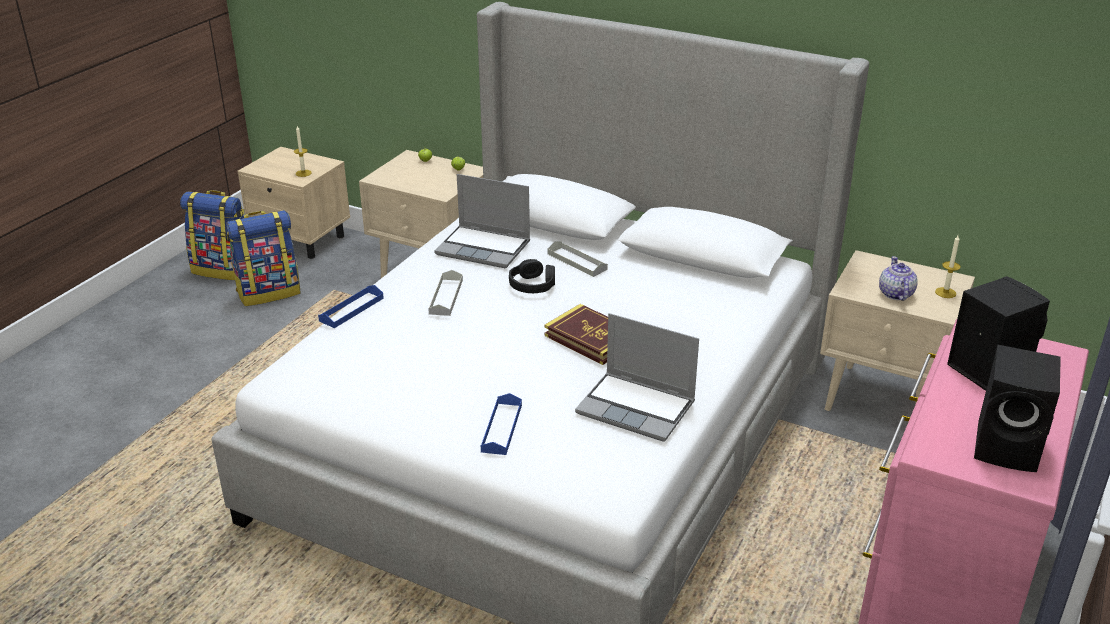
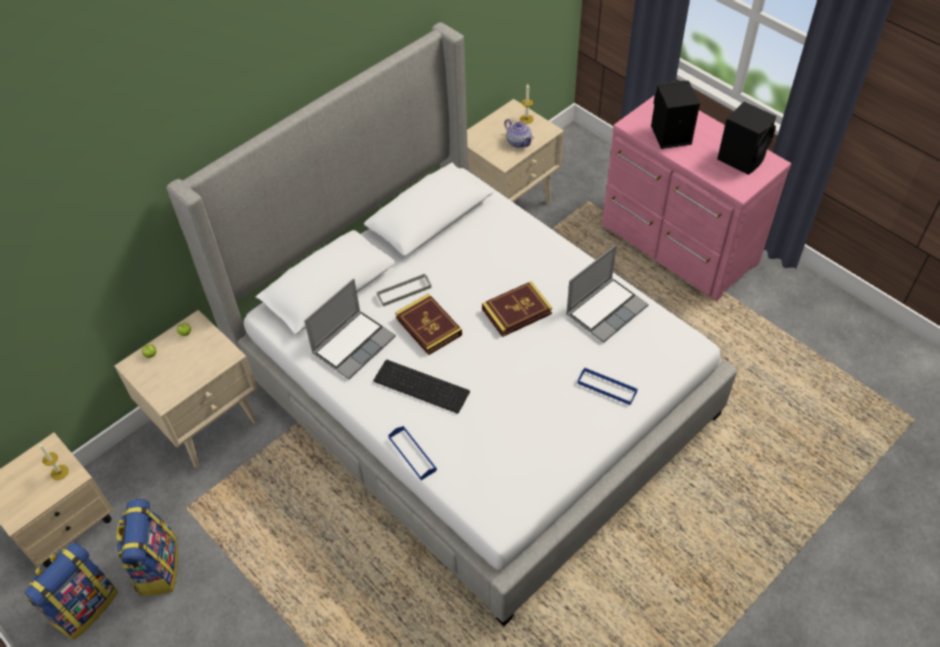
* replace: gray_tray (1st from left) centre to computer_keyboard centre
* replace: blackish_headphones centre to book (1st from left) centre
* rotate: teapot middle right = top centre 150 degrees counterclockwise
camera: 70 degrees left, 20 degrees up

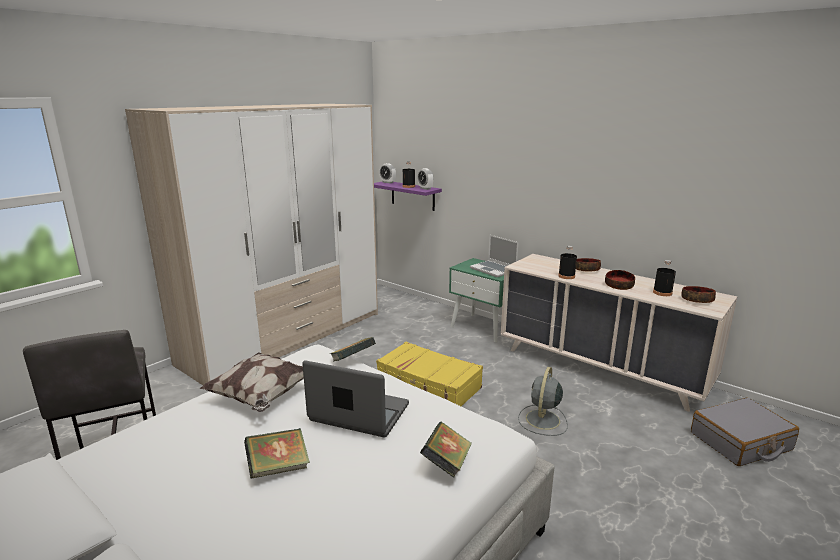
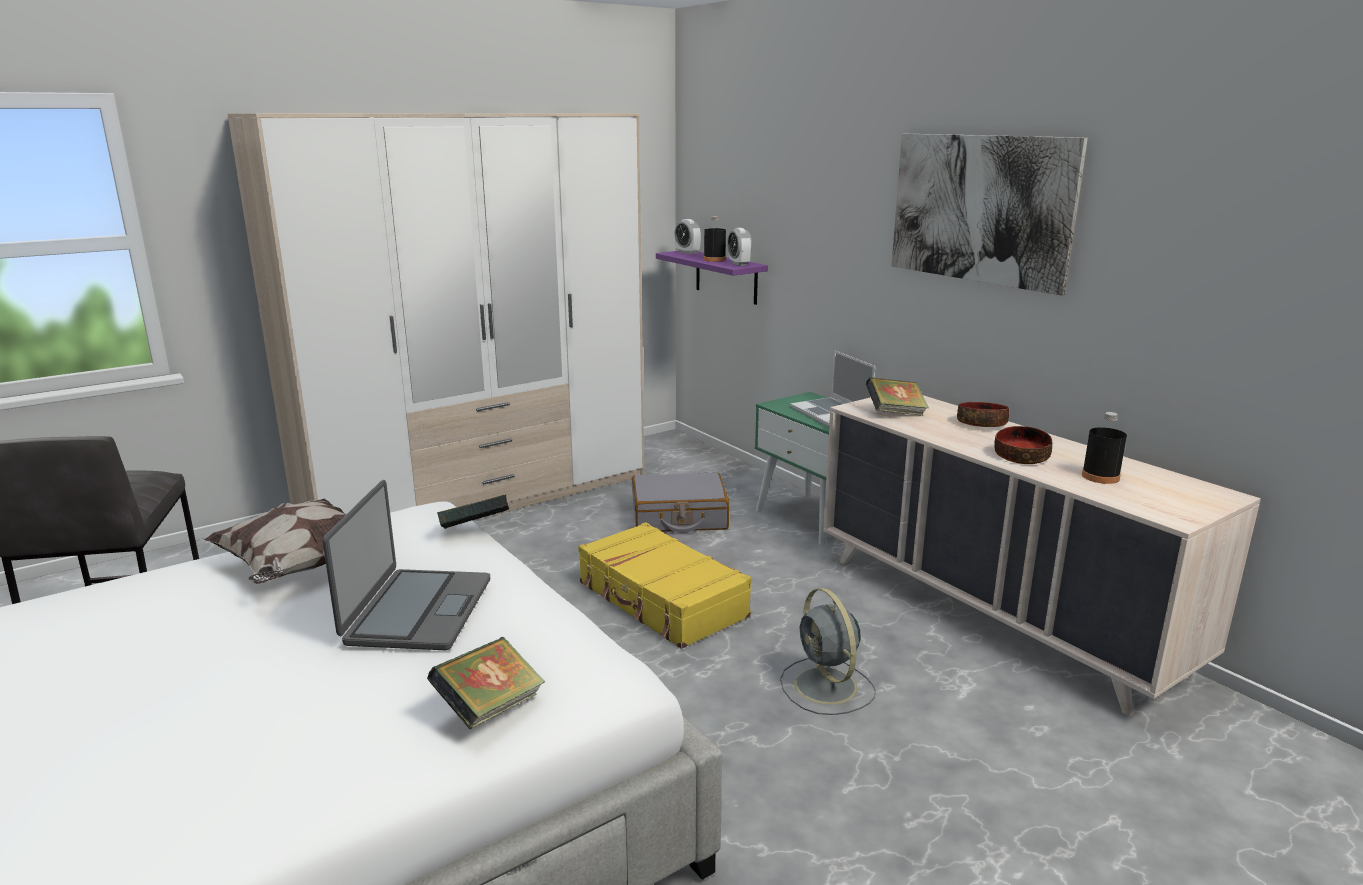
* move: book (1st from left in the first image) bottom left to book (3rd from left) centre
* rotate: notebook_computer (1st from left) bottom centre = middle left 60 degrees clockwise
* rotate: gray_fan bottom centre = bottom centre 60 degrees counterclockwise
* delete: blackish_drink_bottle (2nd from left) middle right
* delete: deep_dish (3rd from left) middle right
* move: gray_travel_case bottom right to centre
* insert: wall_art top right
camera: 15 degrees right, 0 degrees up

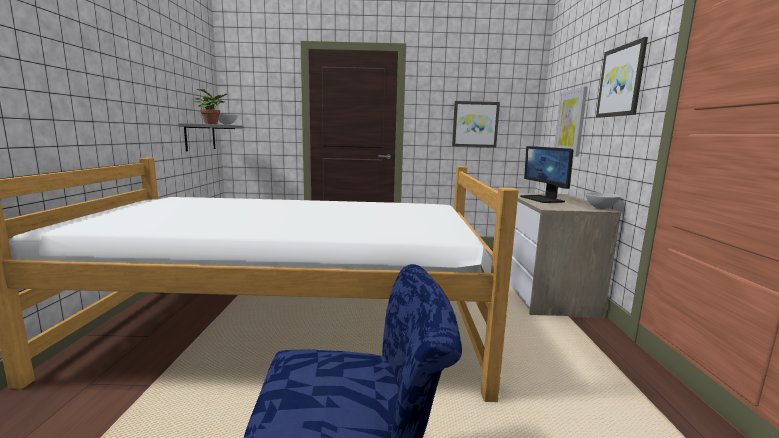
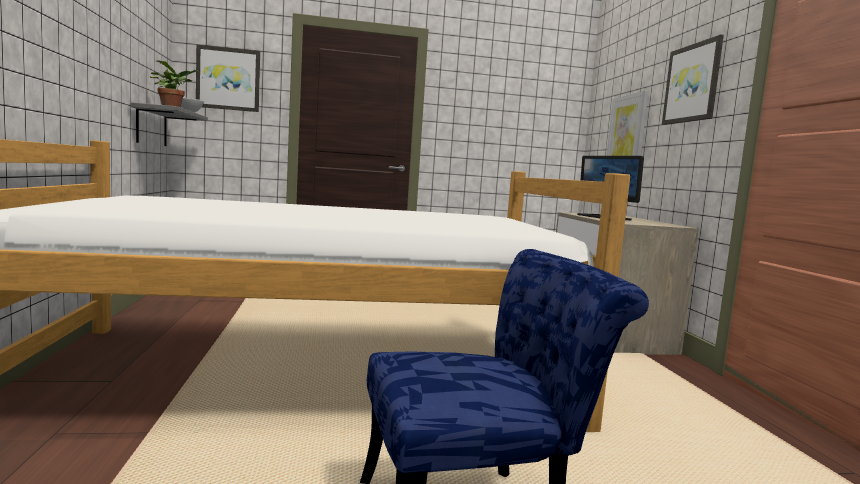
* move: wall_art (1st from left) top centre to top left
* delete: whitish_deep_dish (2nd from left) middle right
camera: 10 degrees left, 5 degrees down

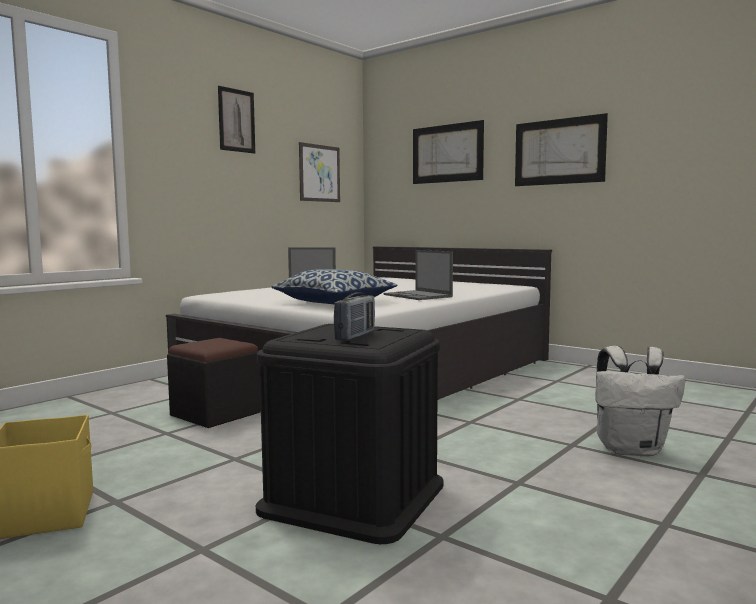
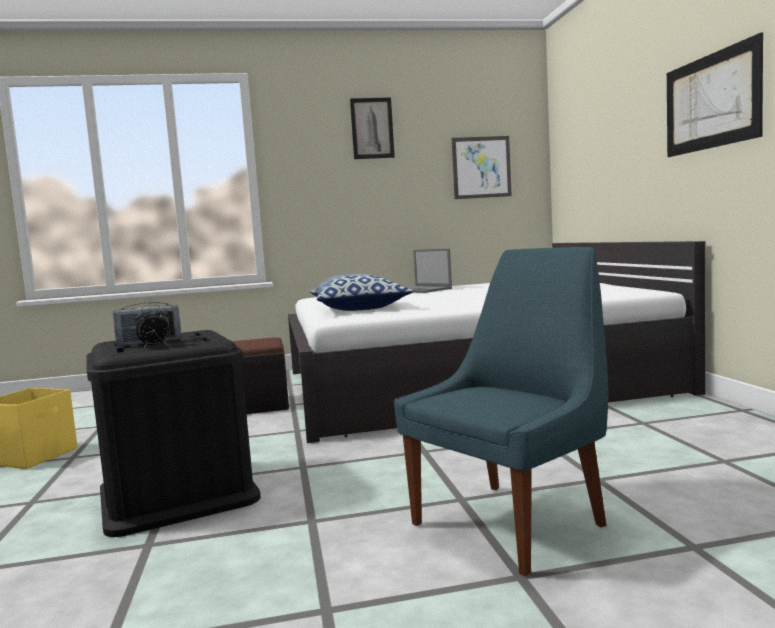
* delete: notebook_computer (2nd from left) centre
* delete: wall_art (3rd from left) top centre
* replace: whitish_knapsack middle right to bluish_chair centre
* insert: table_clock middle left
camera: 40 degrees right, 0 degrees up

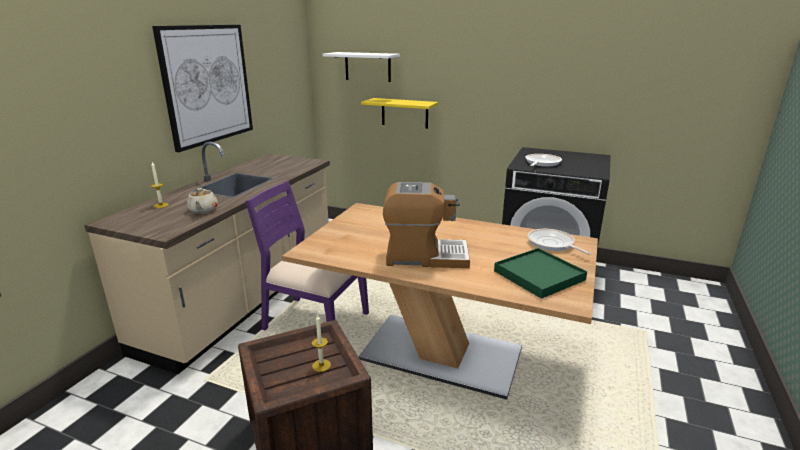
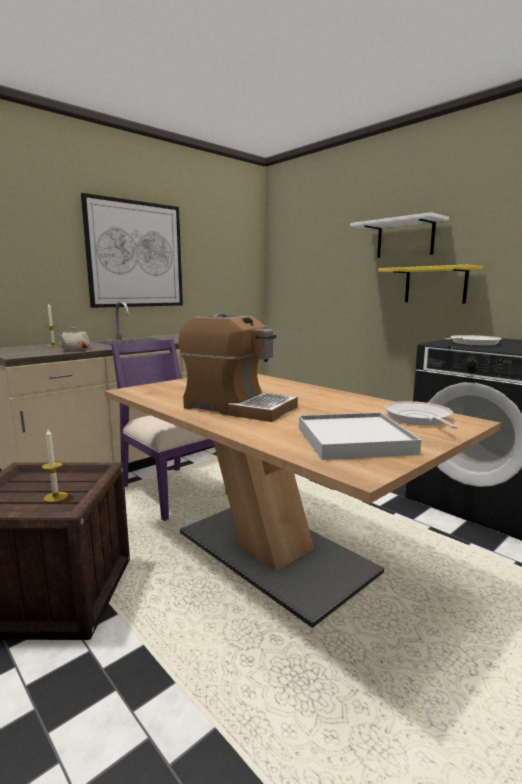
* move: whitish_shelf top centre to top right
* move: yellow-coloured_shelf top centre to middle right
* recolor: green-coloured_tray middle right to whitish_tray middle right
camera: 25 degrees right, 10 degrees down

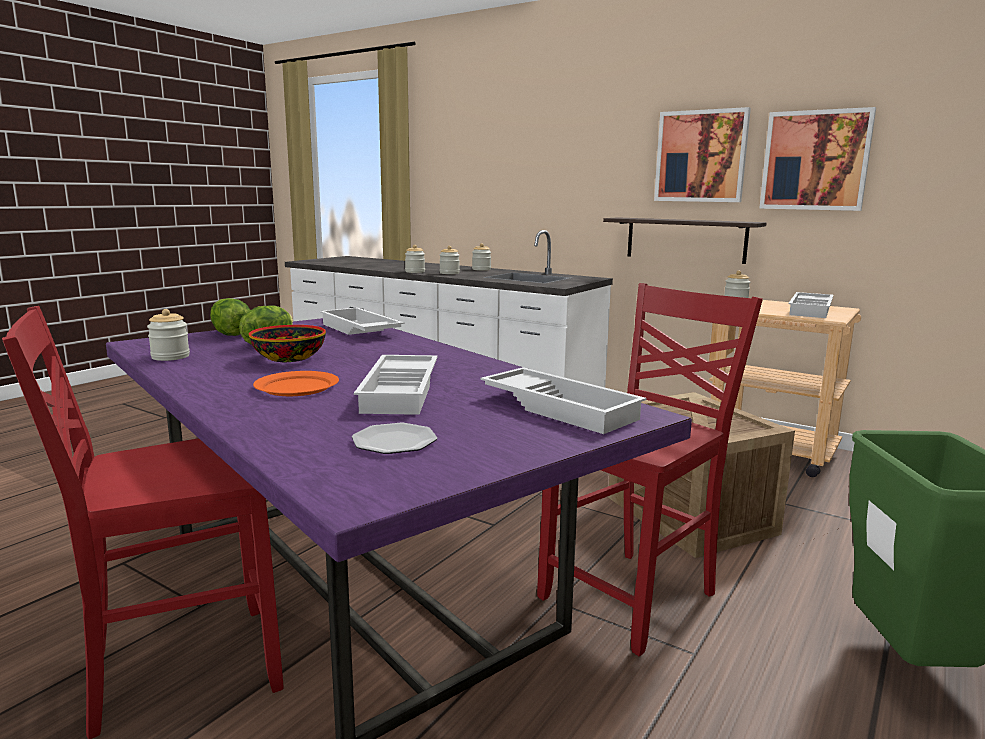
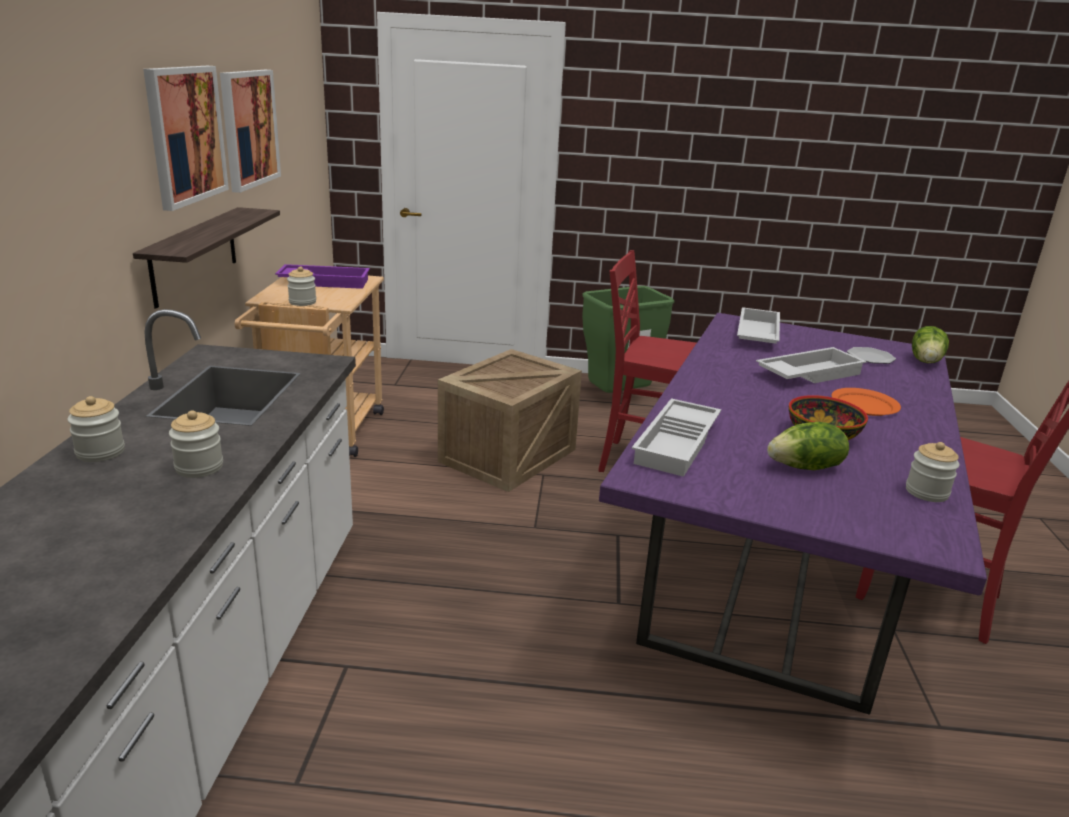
* move: lettuce_head (1st from left in the first image) middle left to lettuce_head (2nd from left) middle right
* delete: preserve_jar (2nd from left) centre
* recolor: whitish_tray (4th from left) middle right to purplish_tray middle left
camera: 120 degrees left, 10 degrees up

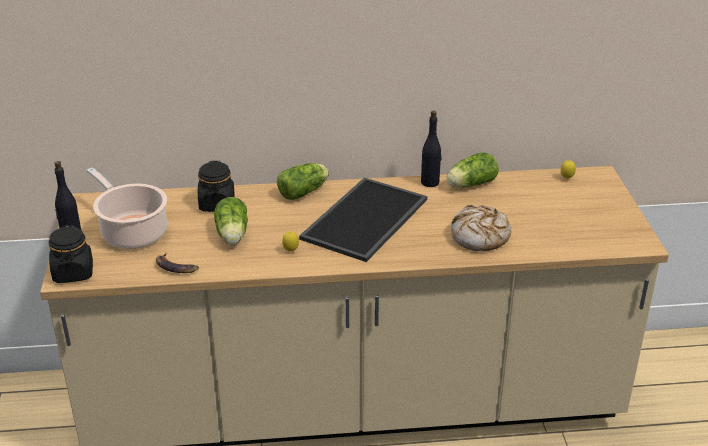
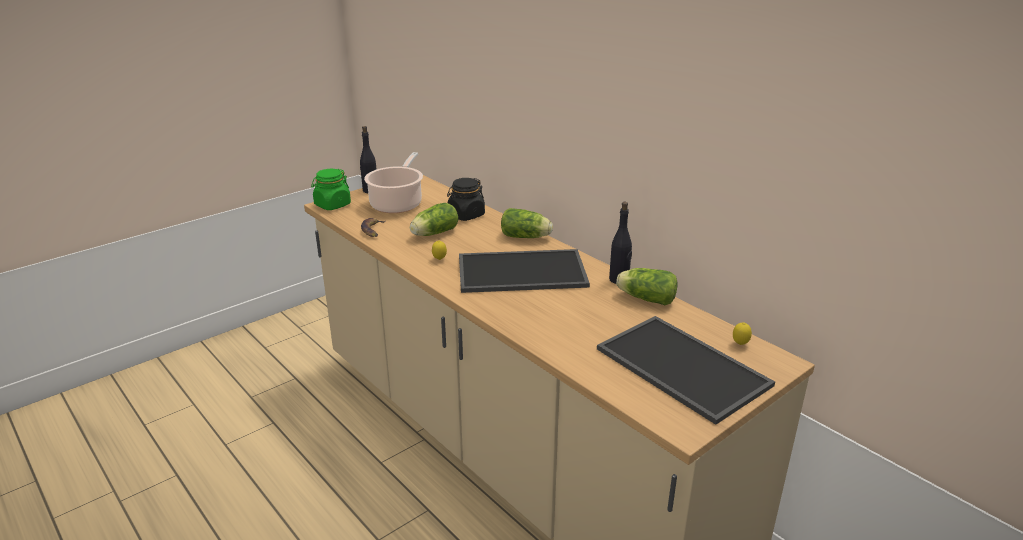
* recolor: blackish_preserve_jar (1st from left) middle left to green-coloured_preserve_jar middle left
* delete: bakery_bread middle right
* insert: tray (2nd from left) bottom right
camera: 55 degrees right, 5 degrees down

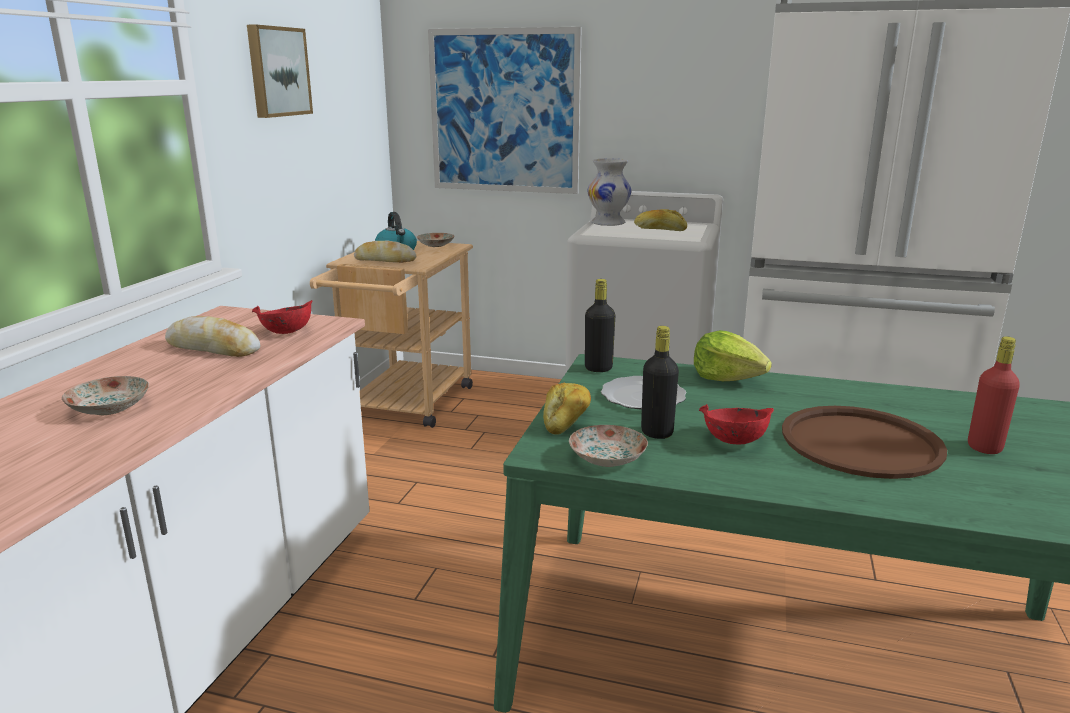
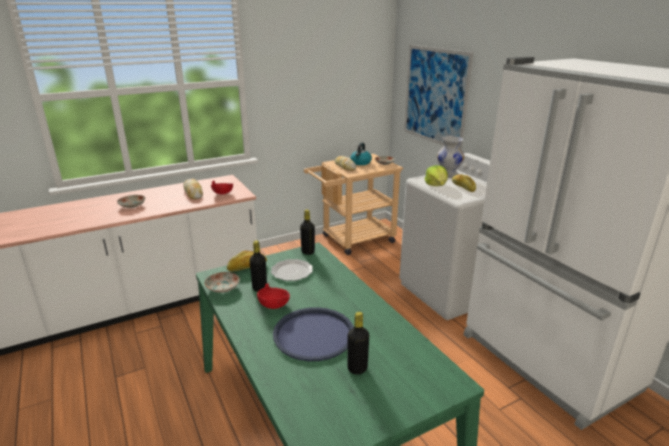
* delete: wall_art (1st from left) top left
* move: lettuce_head middle right to centre
* recolor: brown_tray middle right to bluish_tray bottom centre
* recolor: red-coloured_drink_bottle middle right to blackish_drink_bottle (3rd from left) bottom centre
camera: 45 degrees right, 5 degrees up

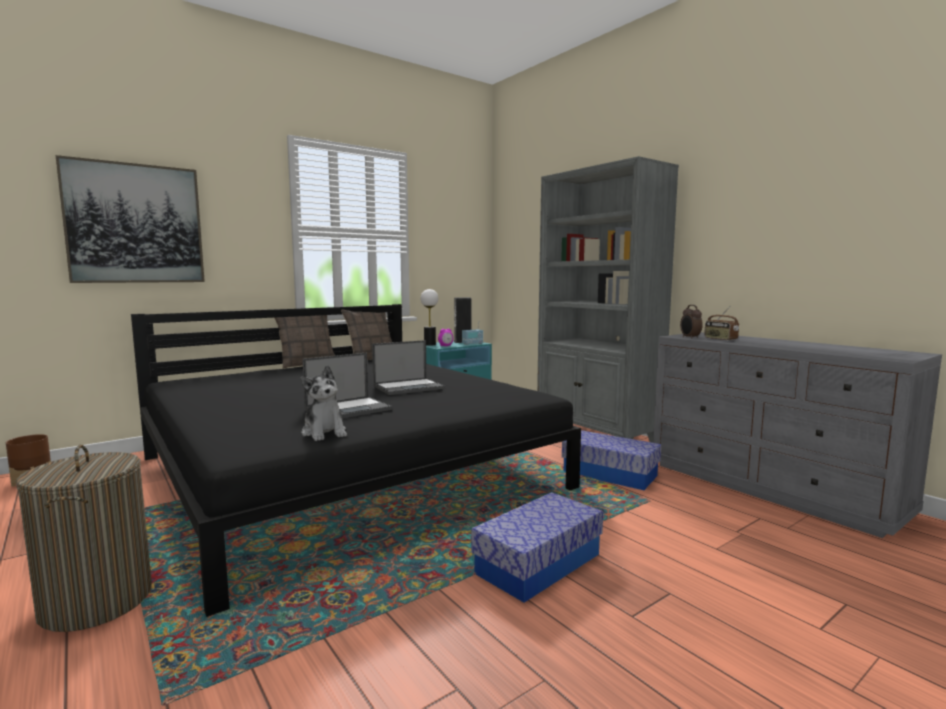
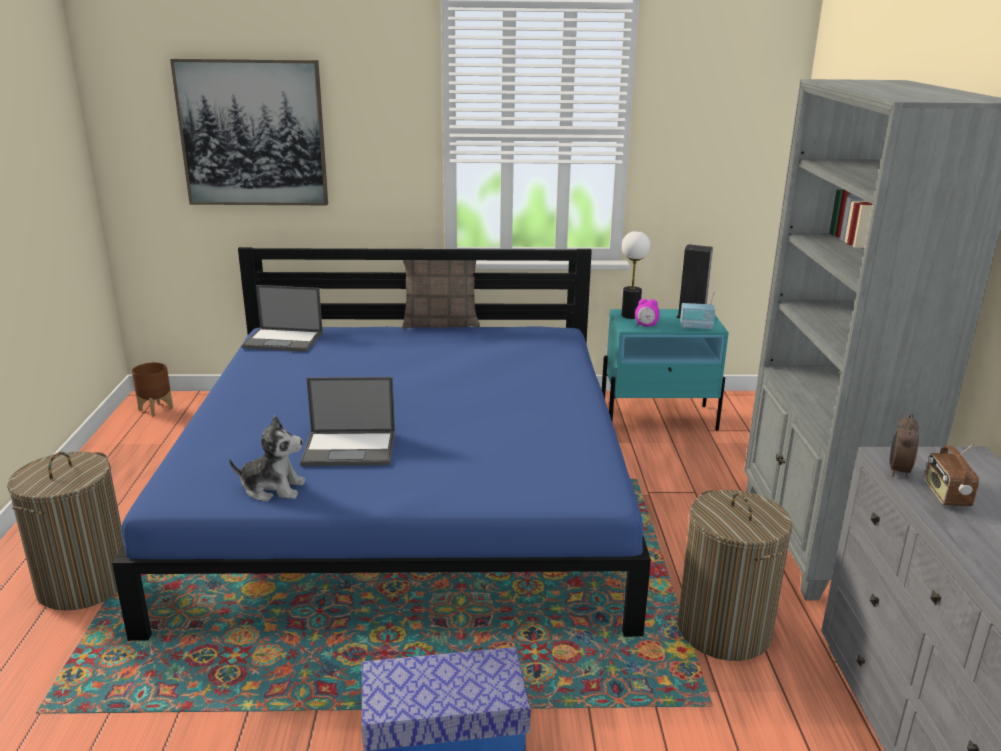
* recolor: blackish_bedroom_bed centre to bluish_bedroom_bed centre
* rotate: soft_toy centre = middle left 90 degrees counterclockwise
* delete: throw_pillow (2nd from left) centre
* move: notebook_computer (2nd from left in the first image) centre to notebook_computer (1st from left) middle left
* replace: storage_box (2nd from left) centre to hamper (2nd from left) bottom right
camera: 35 degrees right, 15 degrees up

